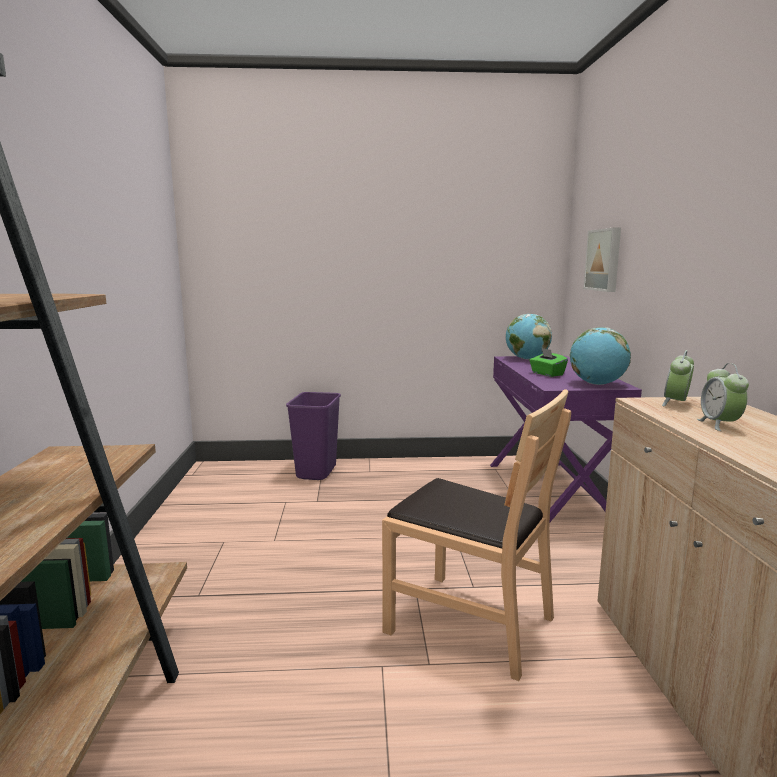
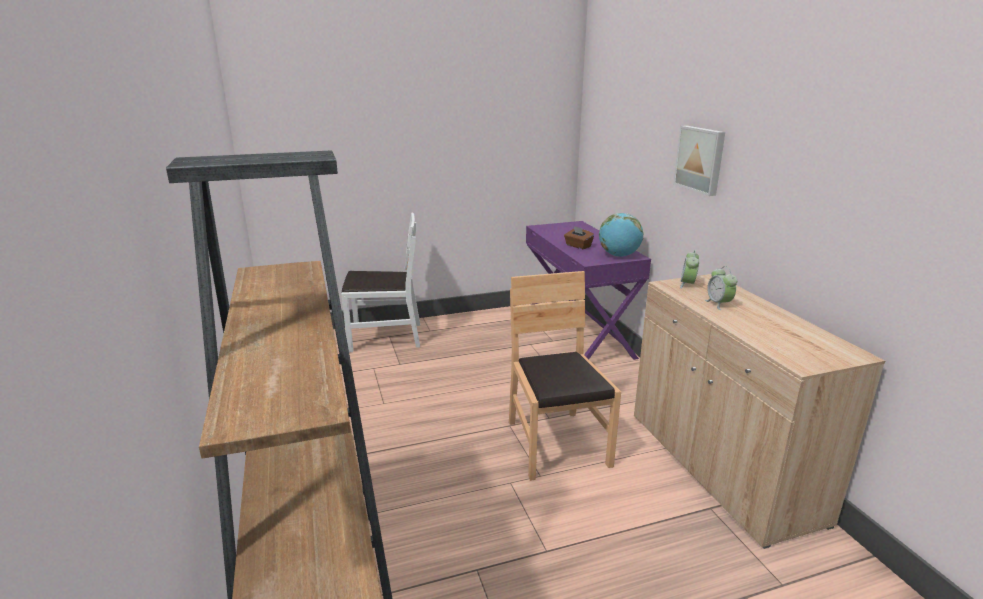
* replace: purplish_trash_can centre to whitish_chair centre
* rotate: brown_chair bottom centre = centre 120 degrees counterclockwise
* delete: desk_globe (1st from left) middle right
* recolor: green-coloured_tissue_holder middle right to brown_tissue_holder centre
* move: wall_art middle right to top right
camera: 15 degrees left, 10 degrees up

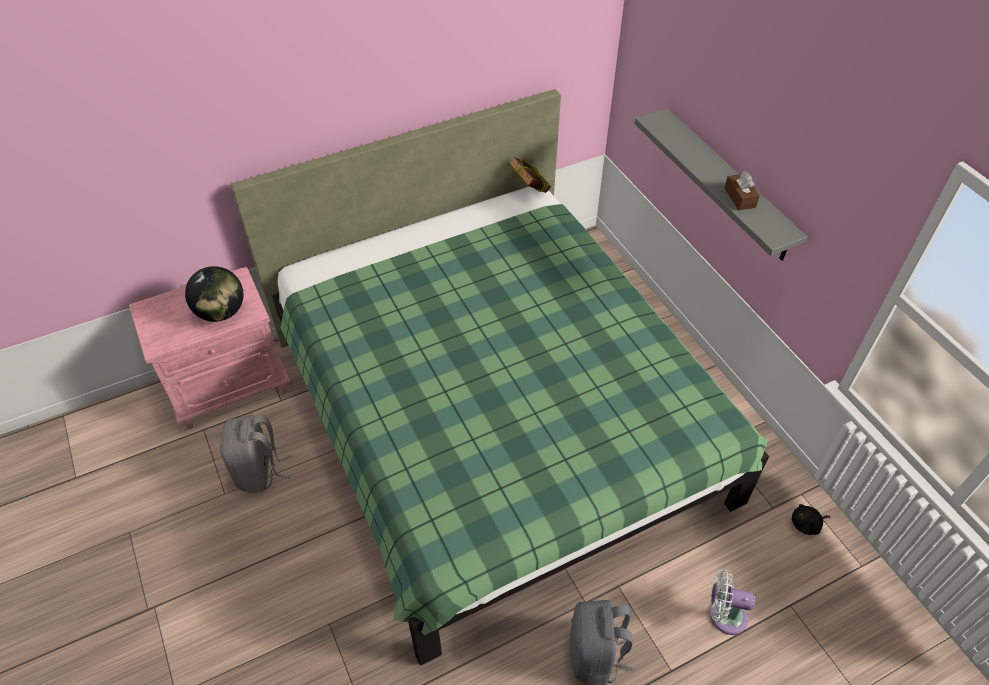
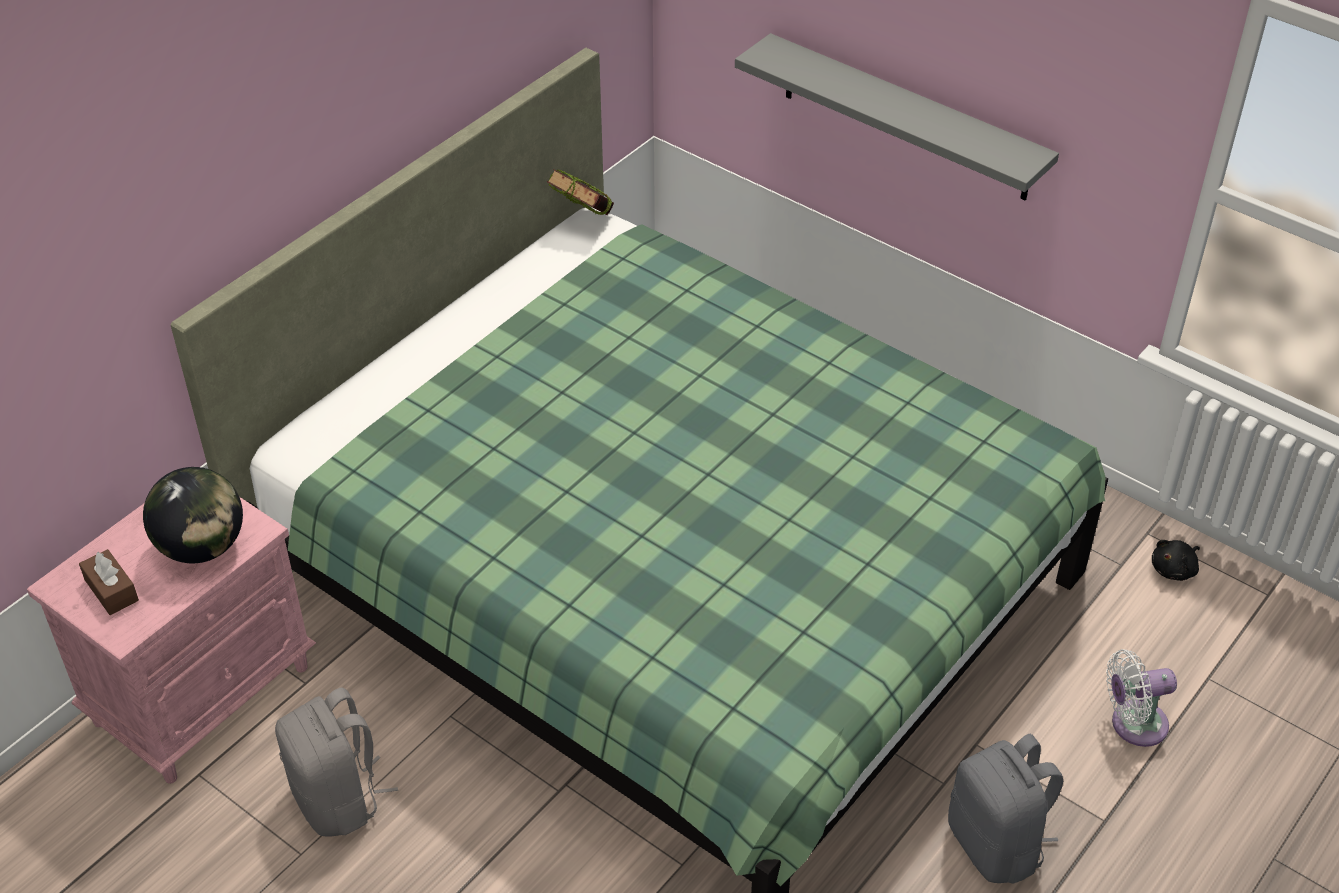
* move: brown_tissue_holder top right to middle left
camera: 25 degrees left, 5 degrees down

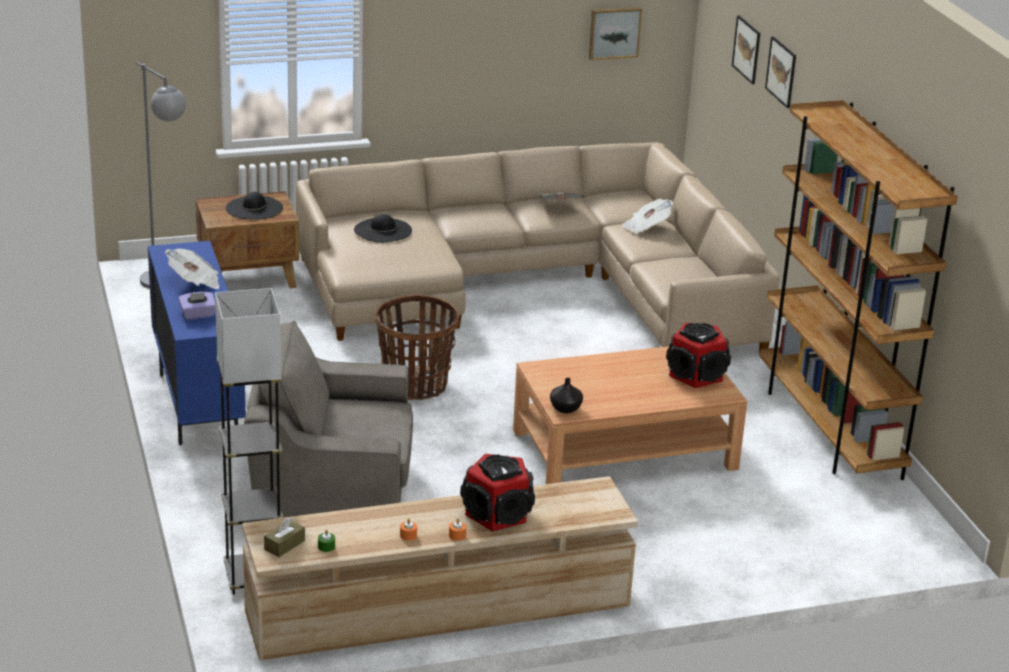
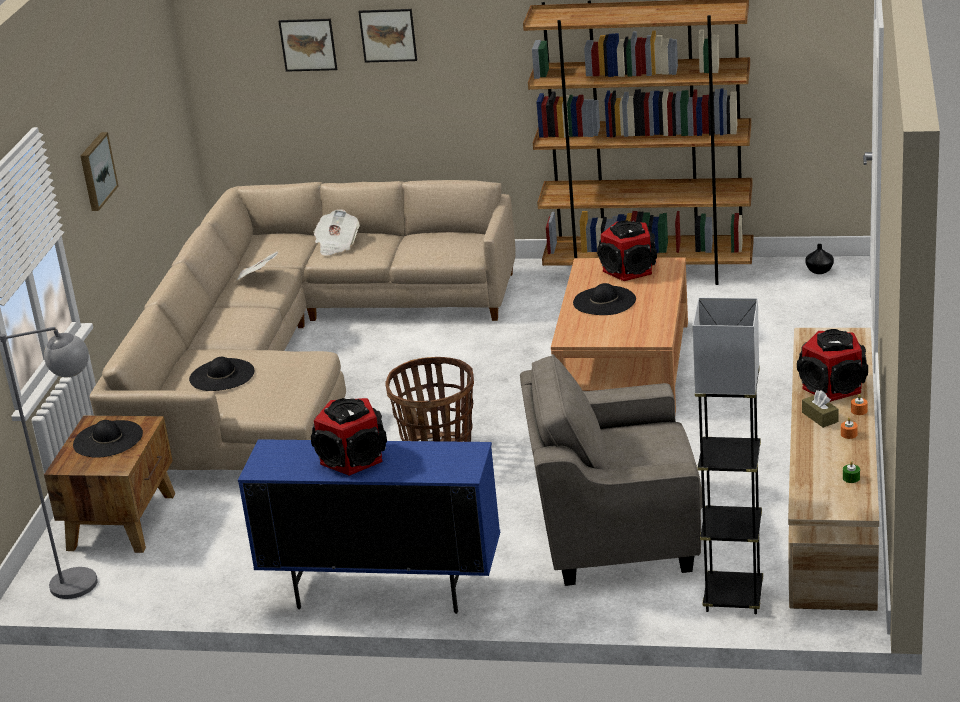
* replace: daily_paper (1st from left) middle left to speaker (1st from left) centre
* delete: purplish_tissue_holder middle left
* rotate: gray_easy_chair middle left = bottom centre 60 degrees clockwise
* move: brown_tissue_holder bottom left to middle right
* move: blackish_flower_vase centre to middle right
* move: wall_art (1st from left) top centre to top left
* insert: blackish_wearable_hat (3rd from left) centre
camera: 60 degrees left, 0 degrees up

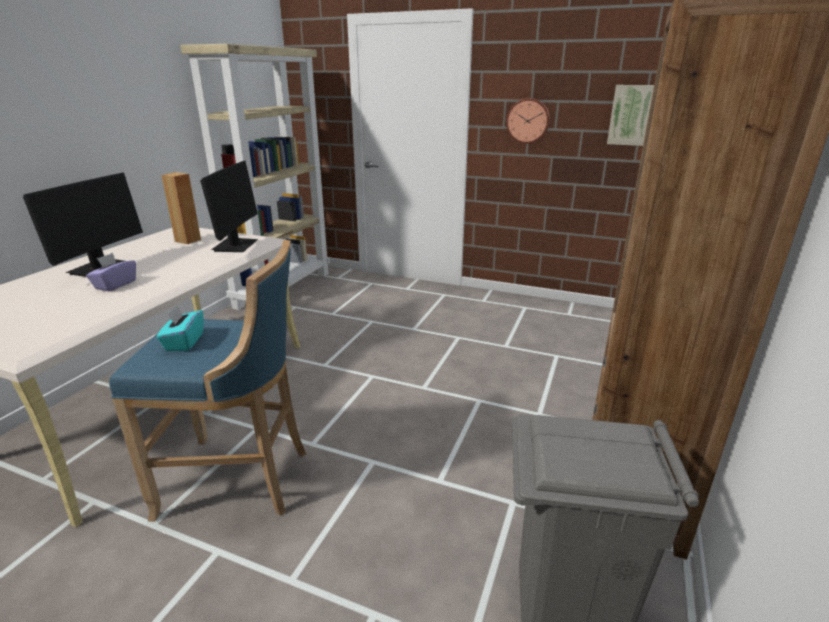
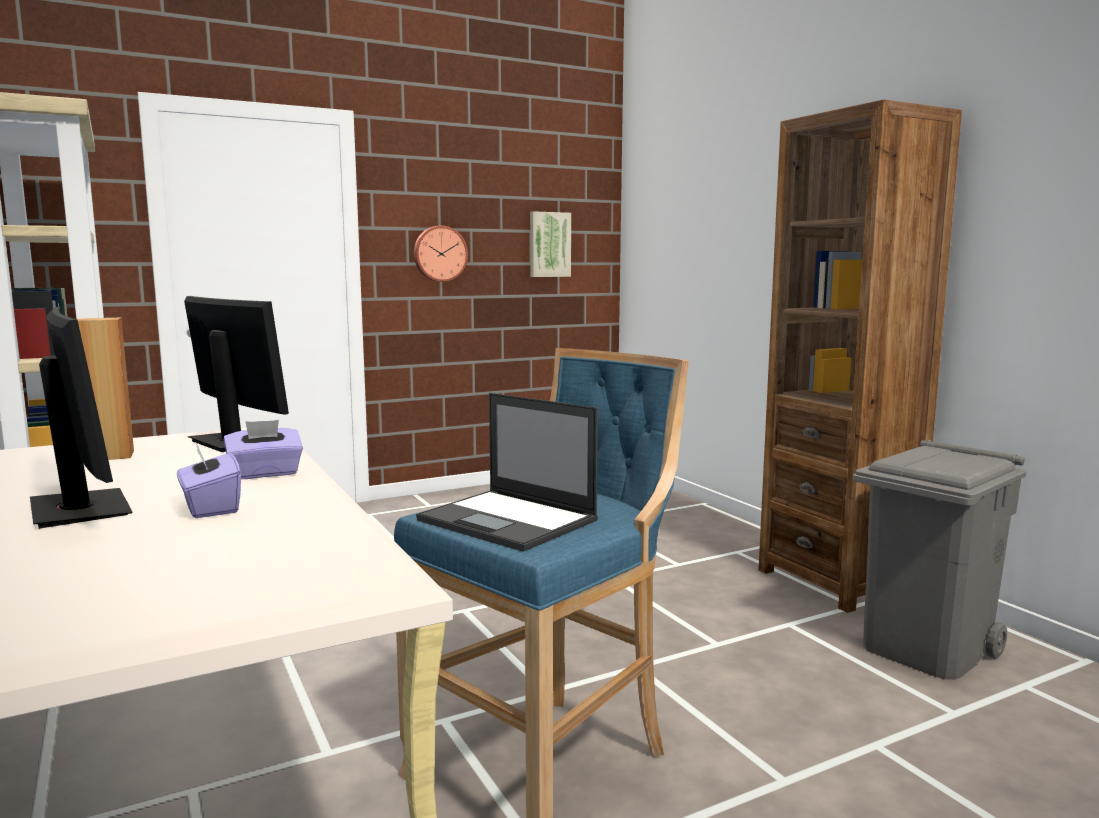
* replace: blue-green_tissue_holder middle left to notebook_computer centre
* insert: purplish_tissue_holder (2nd from left) middle left
camera: 50 degrees left, 15 degrees down

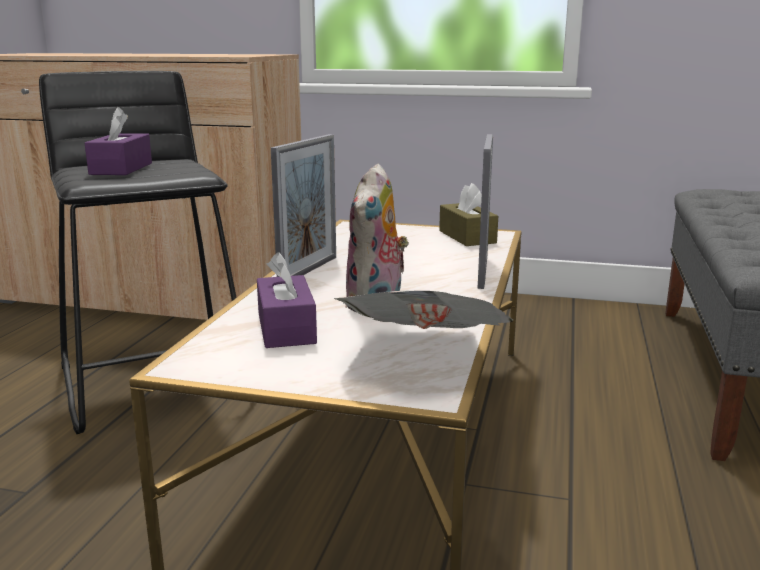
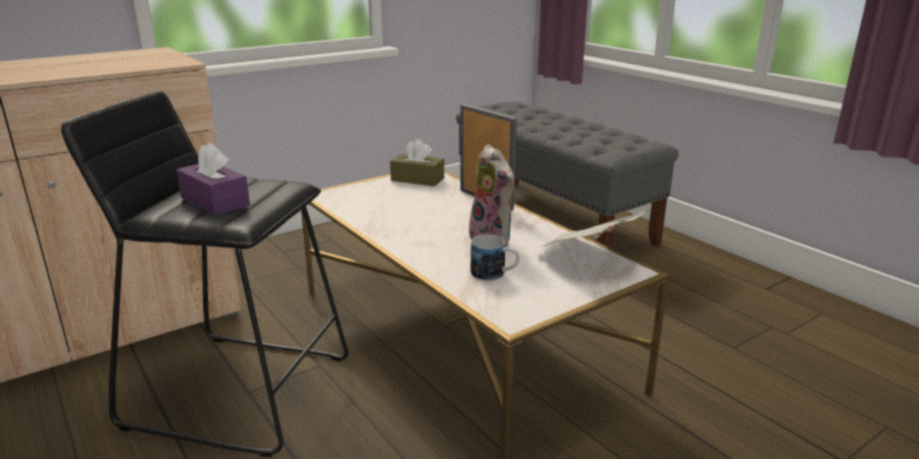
* replace: purplish_tissue_holder (2nd from left) centre to mug centre
* delete: picture_frame (1st from left) centre
camera: 50 degrees left, 5 degrees up

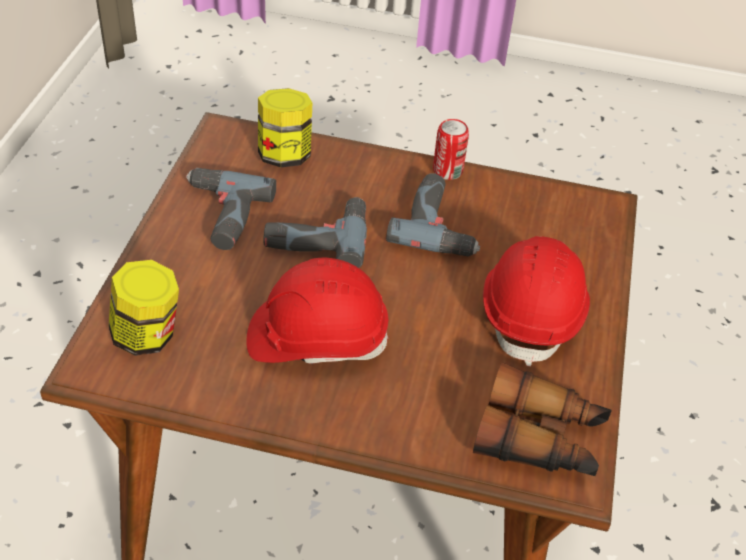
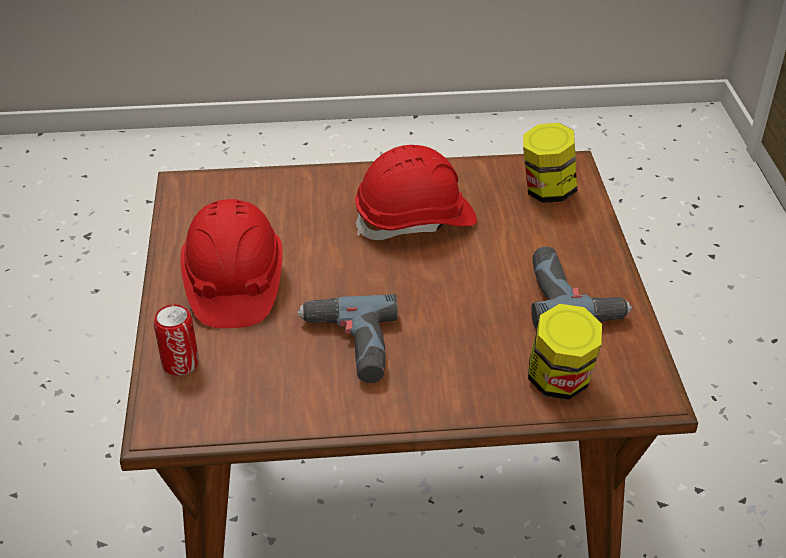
* delete: electric_drill (2nd from left) centre
* move: can top centre to middle left
* delete: field_glasses bottom right
camera: 165 degrees right, 5 degrees down

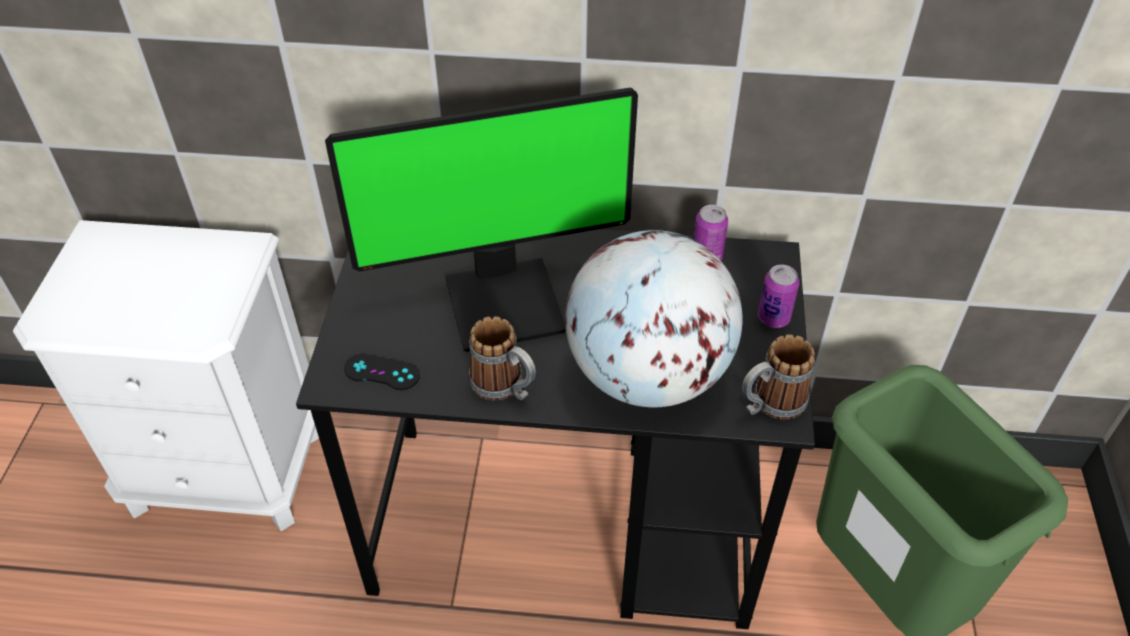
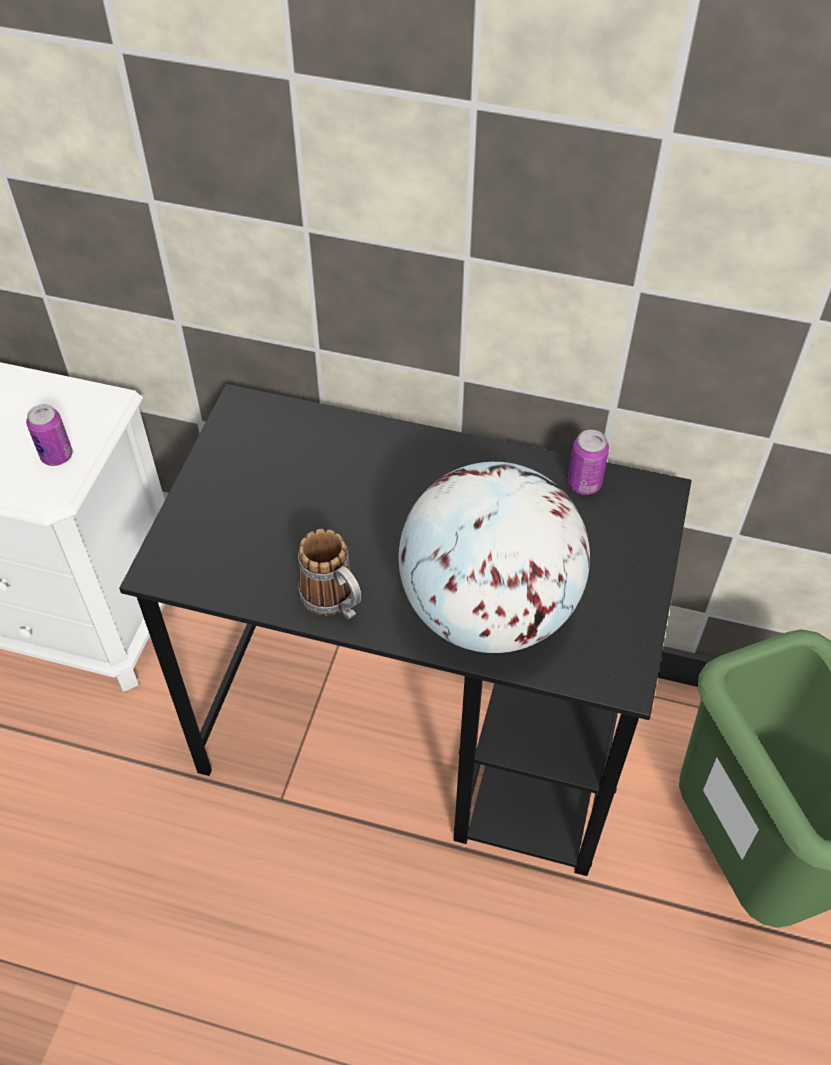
* delete: monitor centre
* delete: blackish_gamepad centre
* delete: mug (2nd from left) middle right
* move: can (2nd from left in the first image) middle right to can (1st from left) middle left
camera: 10 degrees right, 5 degrees up

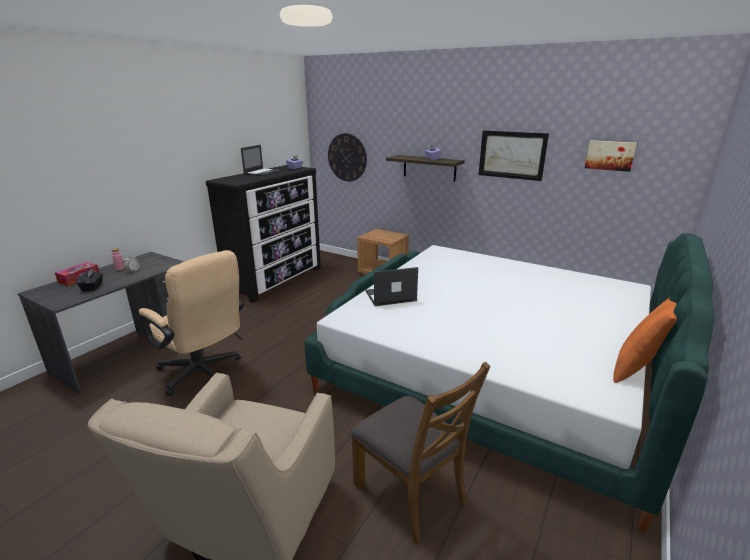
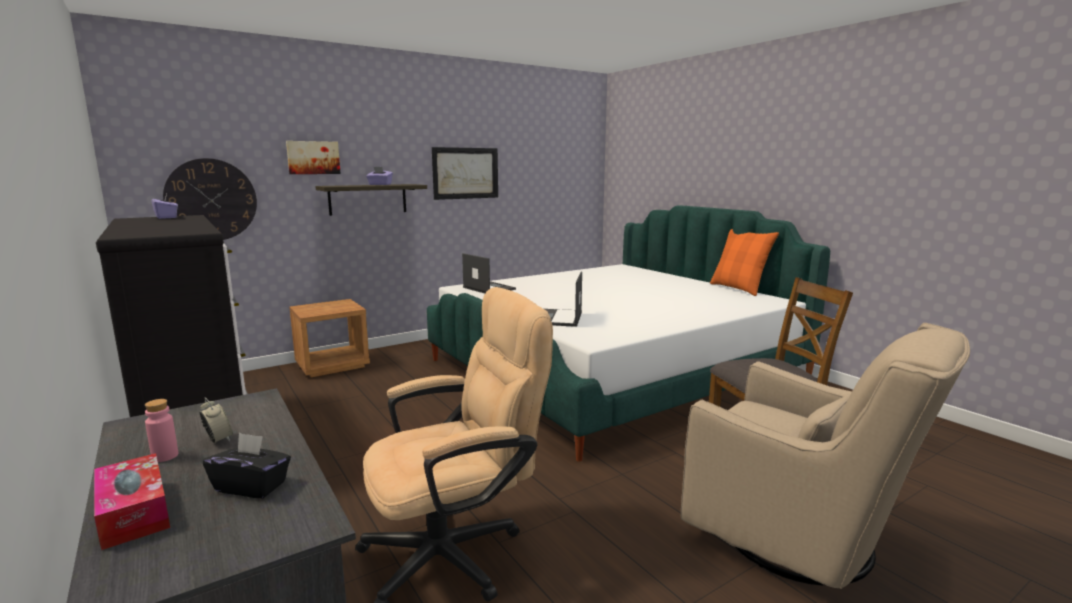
* move: notebook_computer (1st from left) top centre to centre
* move: wall_art (2nd from left in the first image) top right to wall_art (1st from left) top left
camera: 65 degrees left, 10 degrees down

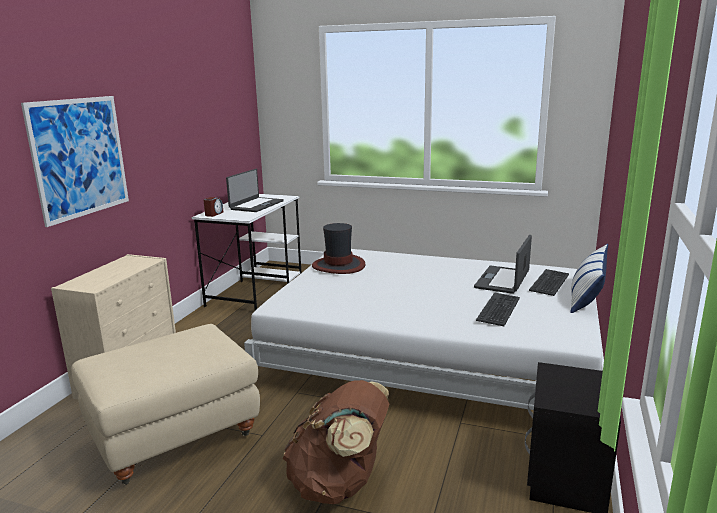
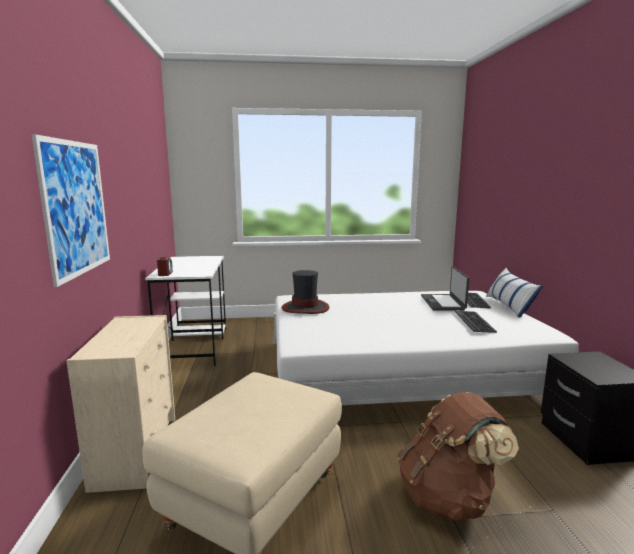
* delete: notebook_computer (1st from left) centre
camera: 25 degrees left, 5 degrees down

